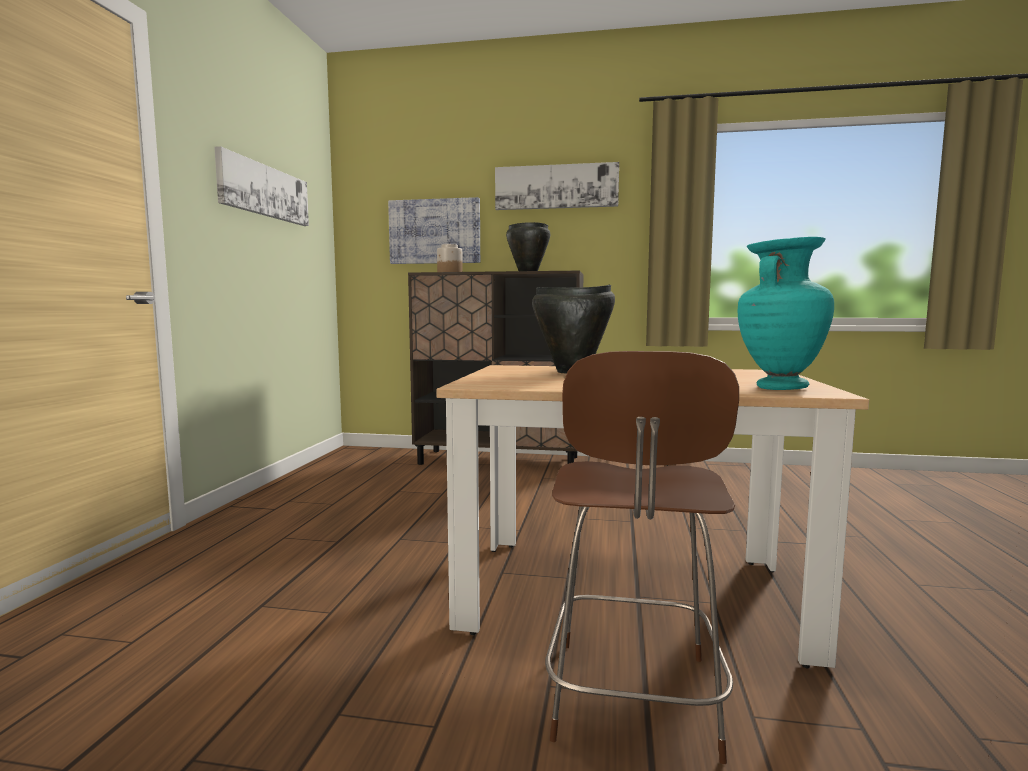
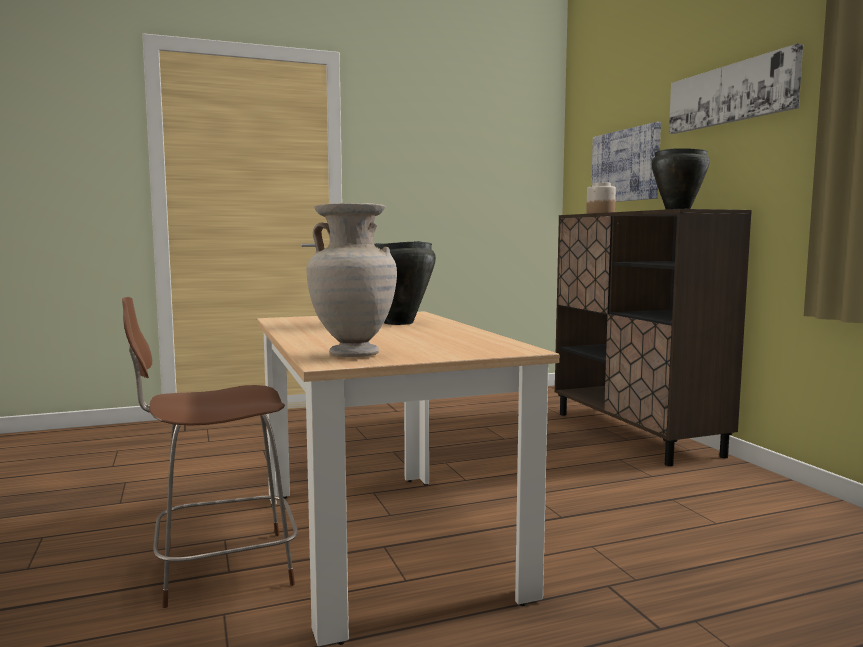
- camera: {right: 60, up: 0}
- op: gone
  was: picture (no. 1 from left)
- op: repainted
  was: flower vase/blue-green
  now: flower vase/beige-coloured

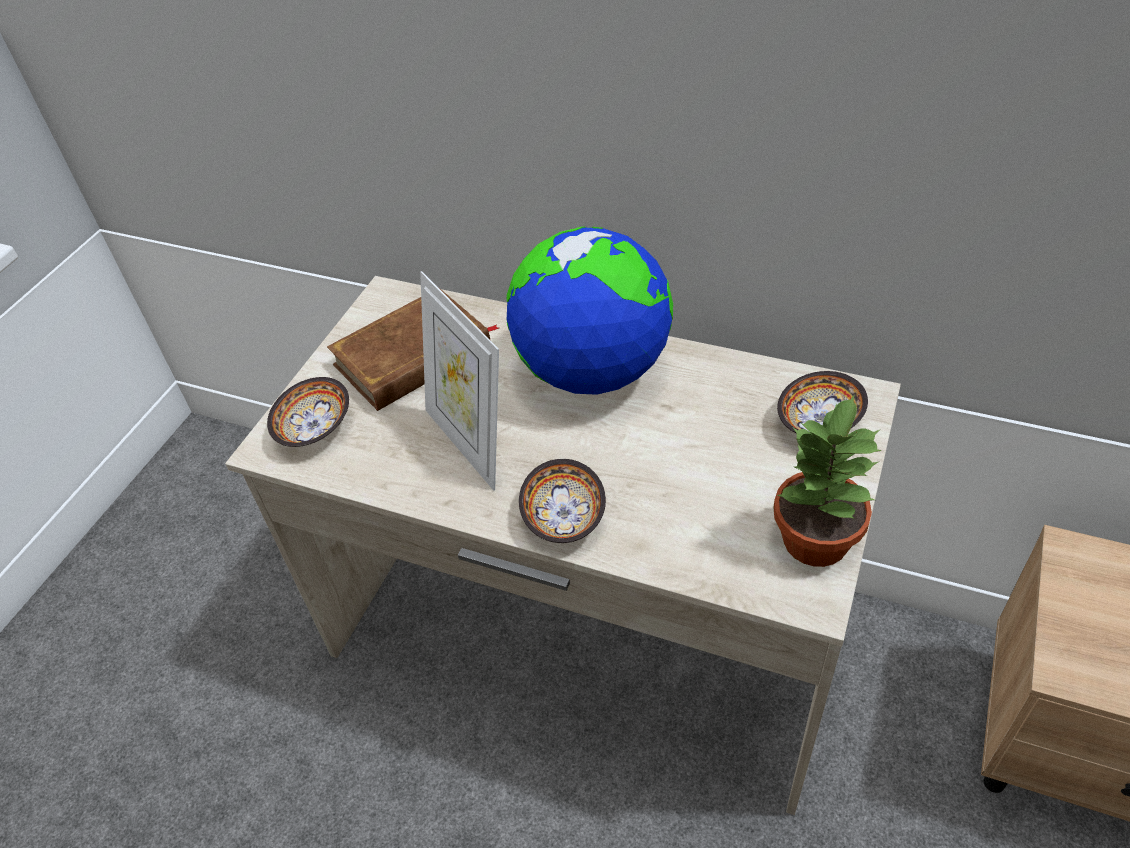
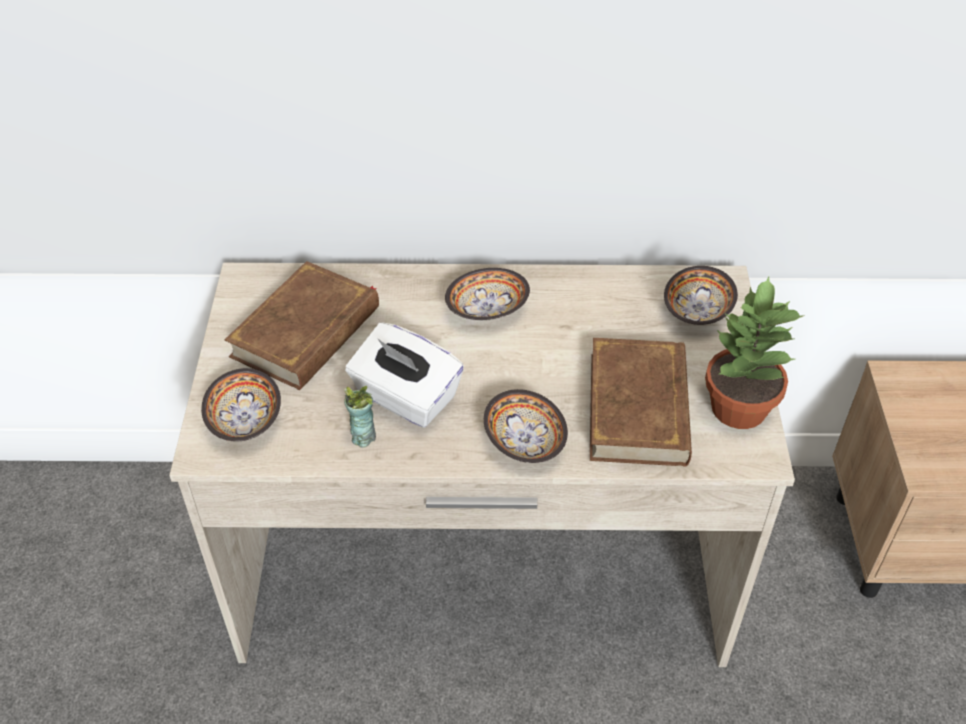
- camera: {right: -25, up: 0}
- op: swapped
  was: desk globe
  now: bowl (no. 2 from left)
- op: swapped
  was: photo frame
  now: tissue holder/white
- op: new
  now: bound book/brownish (no. 2 from left)
- op: new
  now: cup

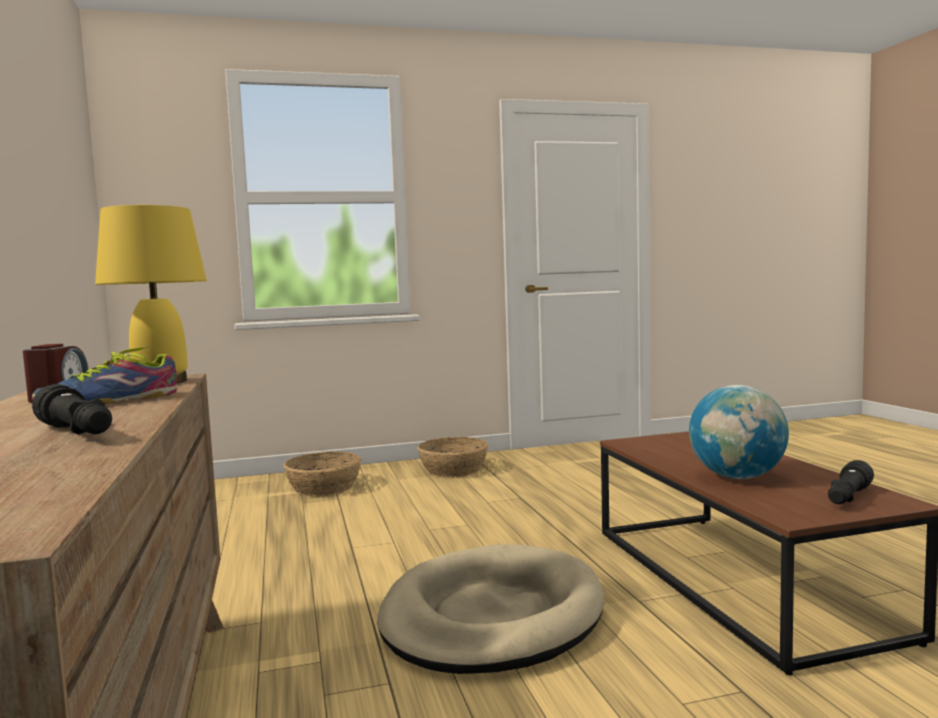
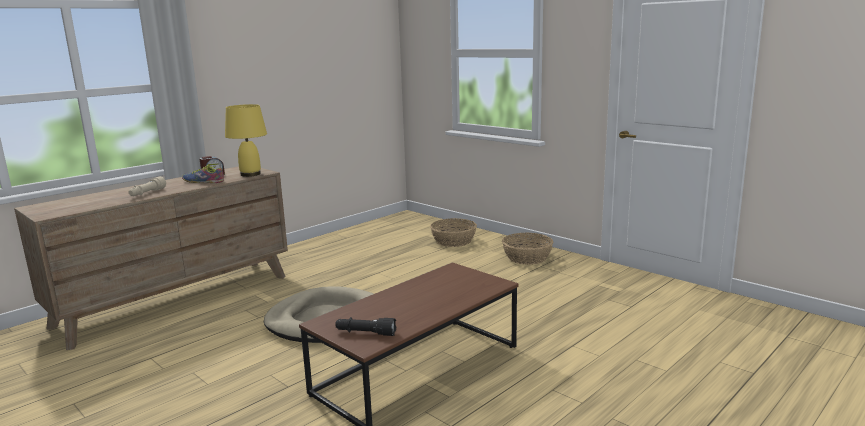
- camera: {right: 60, up: 10}
- op: repainted
  was: hand torch/black-coloured (no. 1 from left)
  now: hand torch/beige-coloured
- op: gone
  was: desk globe

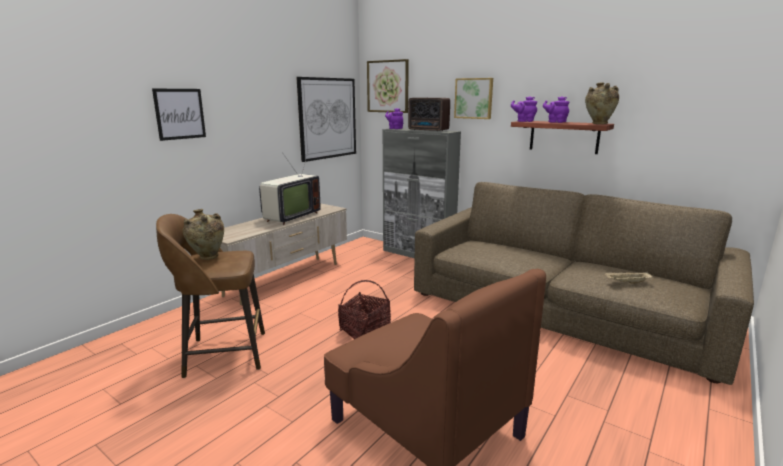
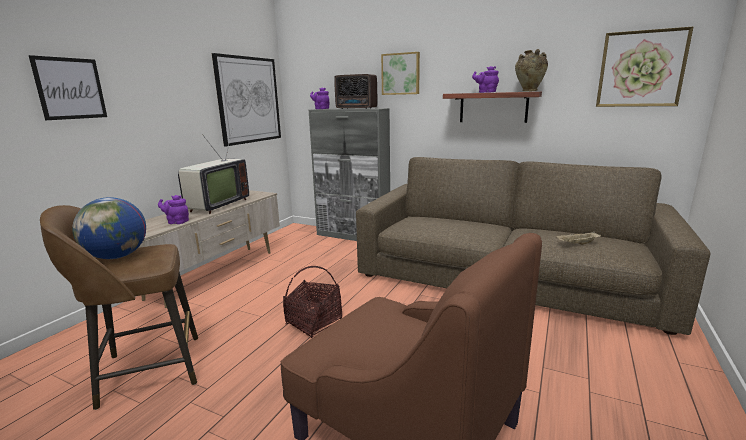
- camera: {right: -10, up: 0}
- op: shifted
  was: picture (no. 3 from left in the first image)
  now: picture (no. 4 from left)
- op: shifted
  was: teapot/purple (no. 2 from left in the first image)
  now: teapot/purple (no. 1 from left)
- op: swapped
  was: flower vase/beige-coloured (no. 1 from left)
  now: desk globe

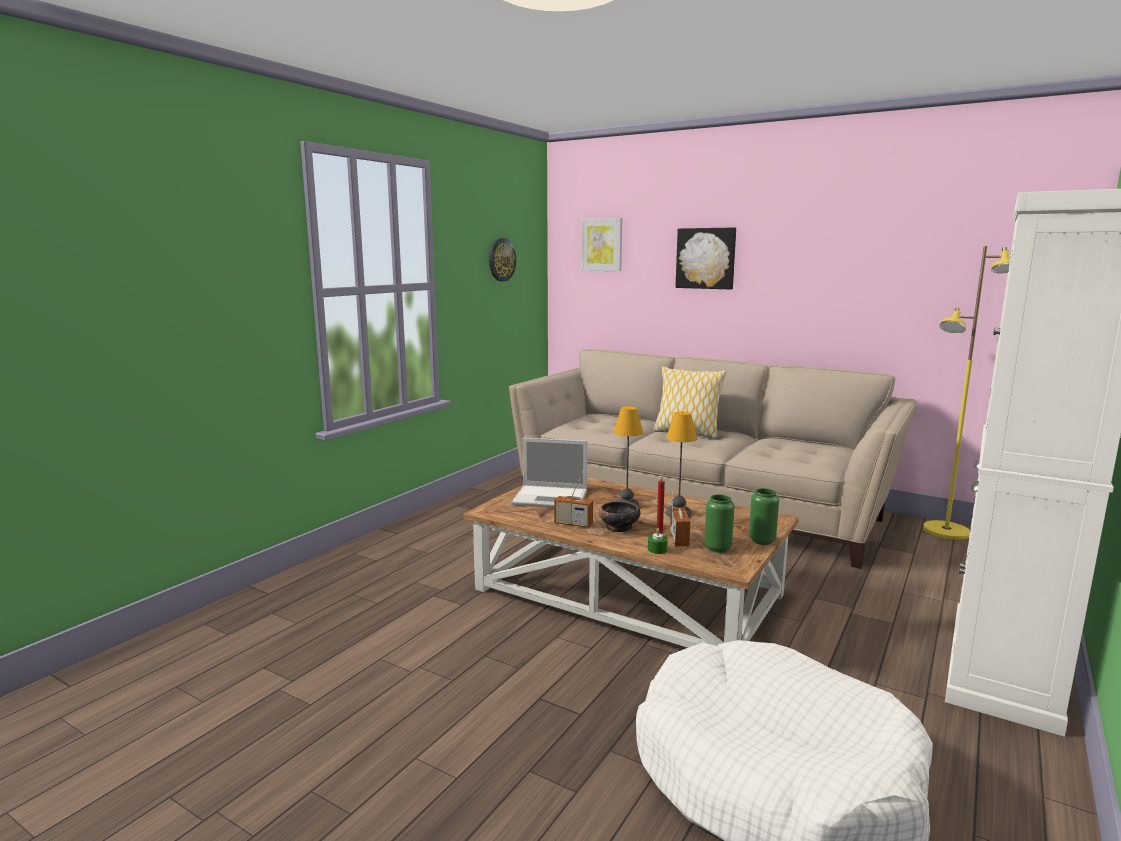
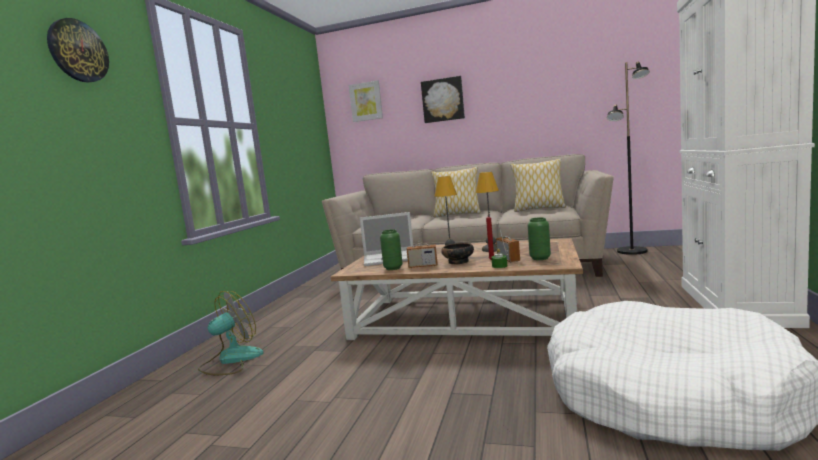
- camera: {right: -15, up: -5}
- op: shifted
  was: hanging clock
- op: repainted
  was: standard lamp/yellowish
  now: standard lamp/black-coloured
- op: shifted
  was: flower vase/greenish (no. 2 from left in the first image)
  now: flower vase/greenish (no. 1 from left)
- op: new
  now: throw pillow (no. 2 from left)
- op: new
  now: fan

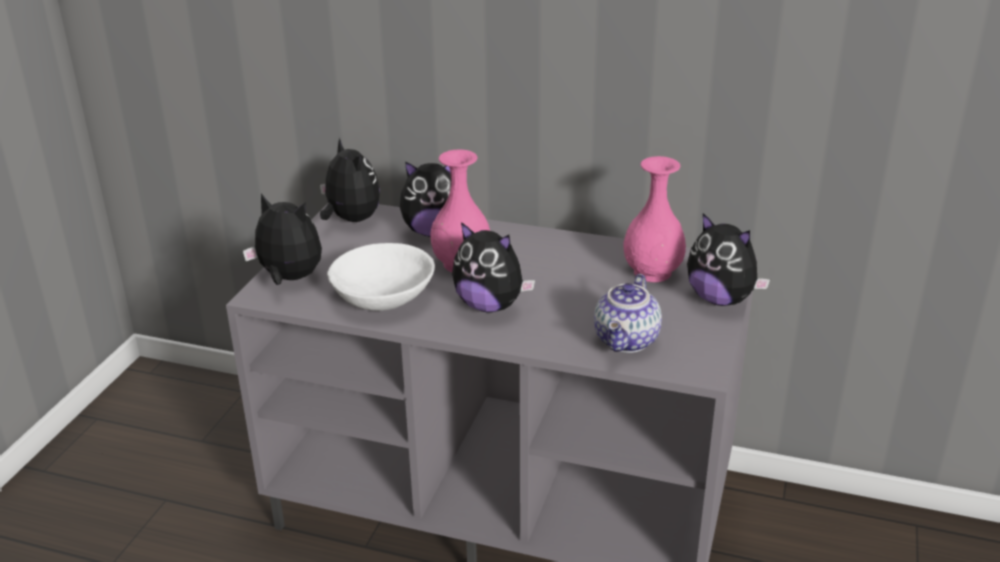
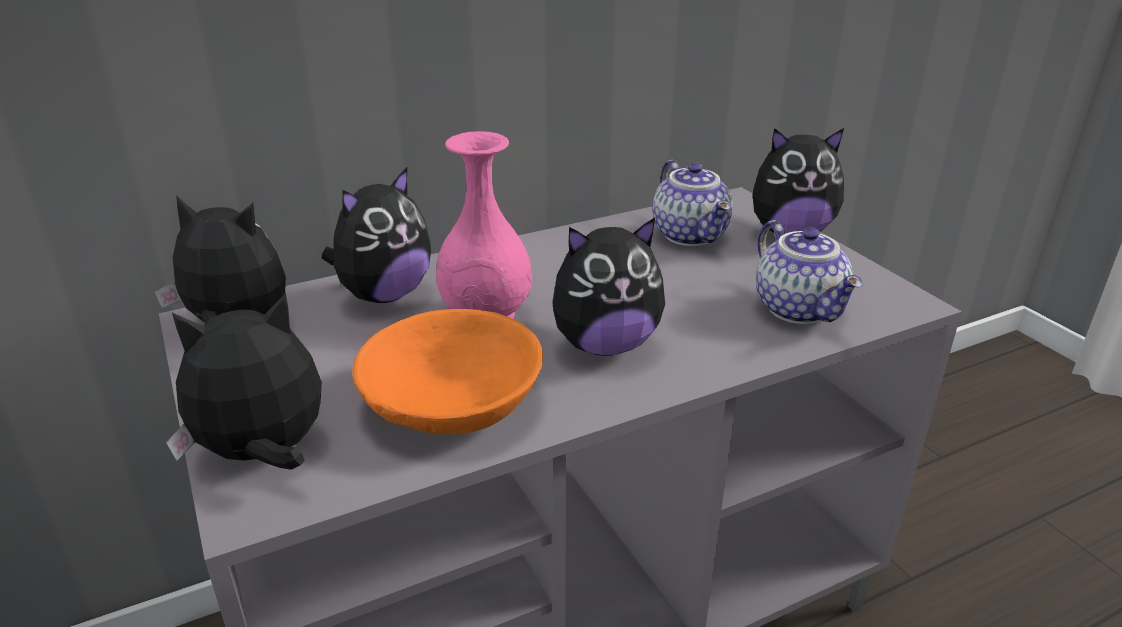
- camera: {right: -45, up: 0}
- op: swapped
  was: flower vase/pinkish (no. 2 from left)
  now: teapot (no. 1 from left)
- op: repainted
  was: bowl/white
  now: bowl/orangey

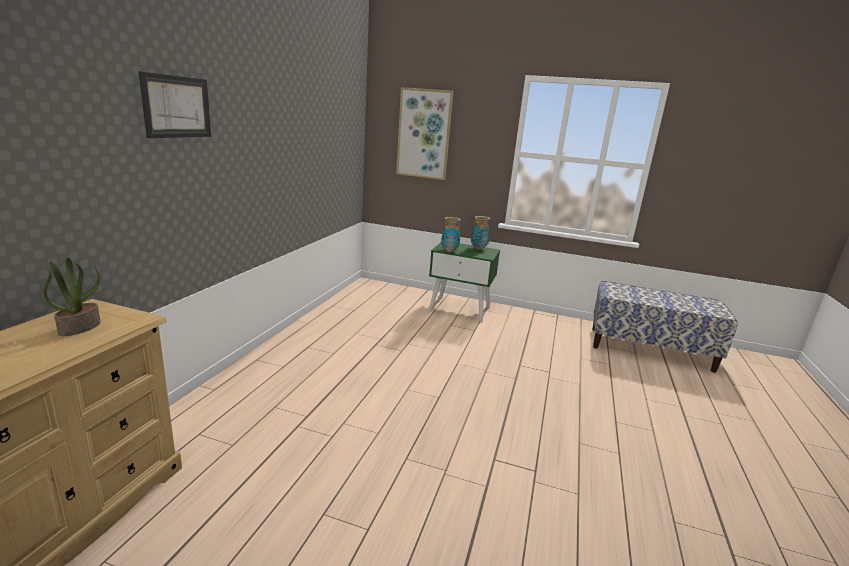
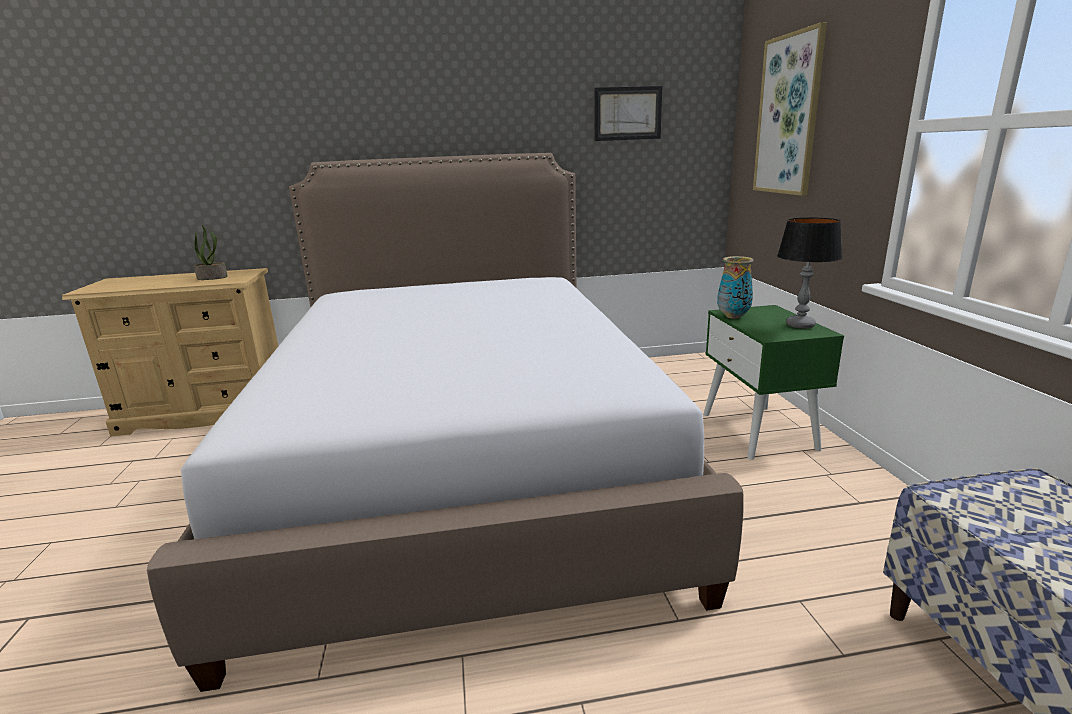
- camera: {right: 65, up: 0}
- op: shifted
  was: picture (no. 1 from left)
- op: swapped
  was: flower vase (no. 2 from left)
  now: tabletop lamp
- op: new
  now: bedroom bed

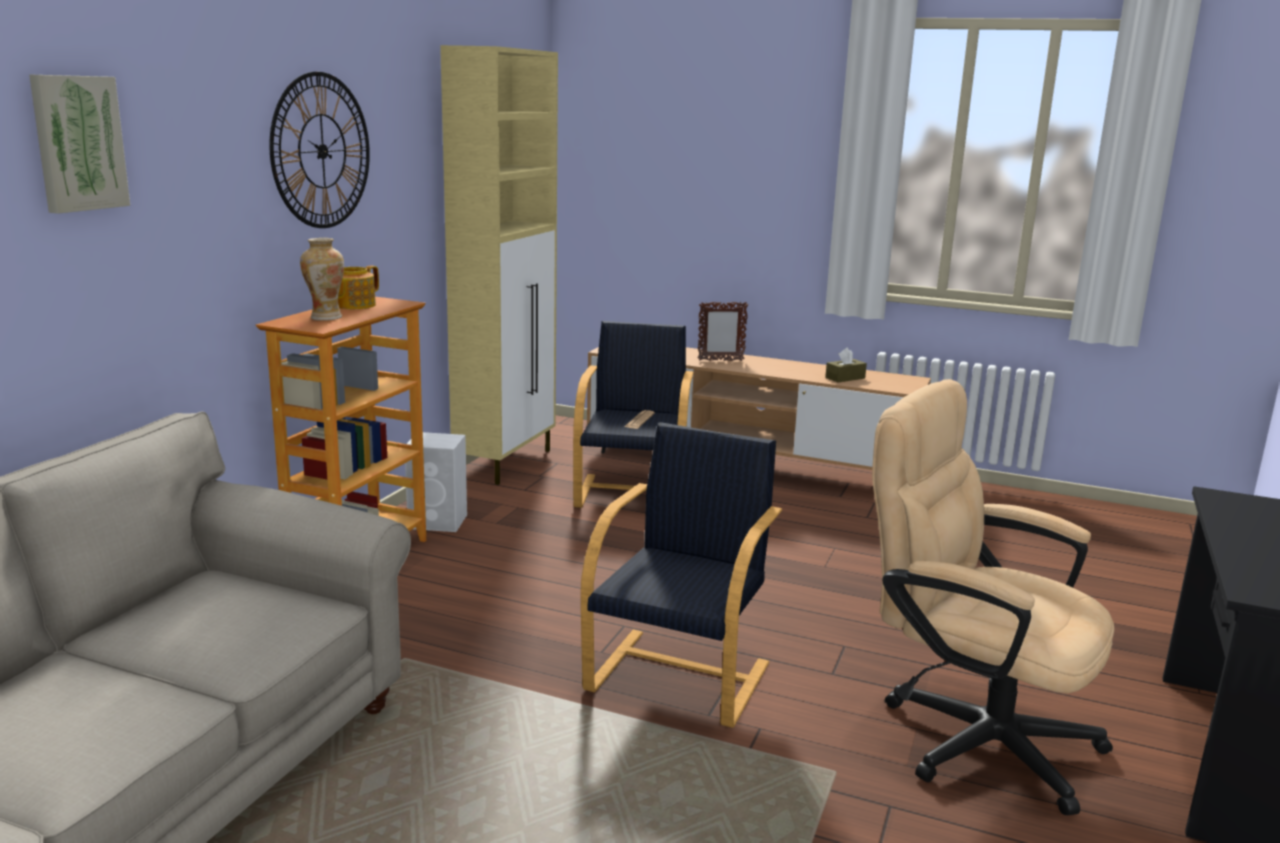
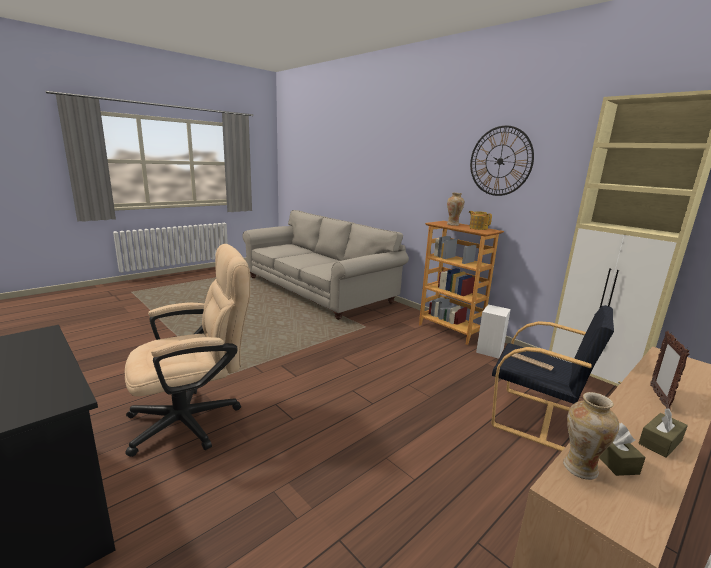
- camera: {right: 115, up: 0}
- op: gone
  was: picture
- op: gone
  was: easy chair/black-coloured (no. 2 from left)
- op: new
  now: flower vase (no. 2 from left)
- op: new
  now: tissue holder/brownish (no. 2 from left)

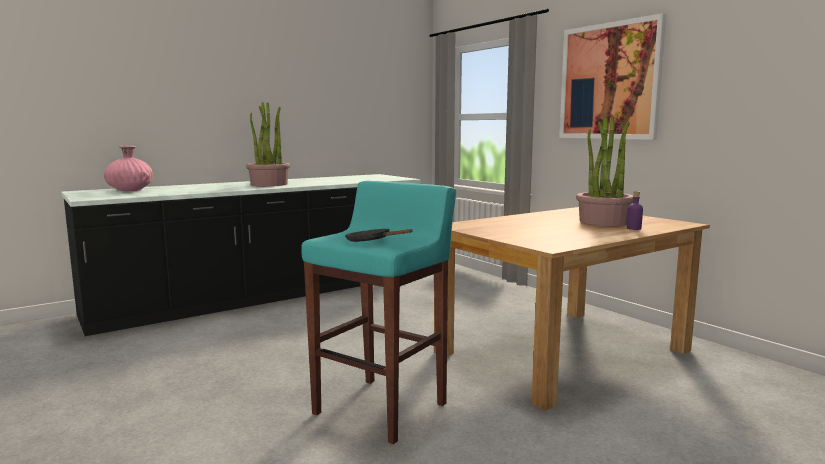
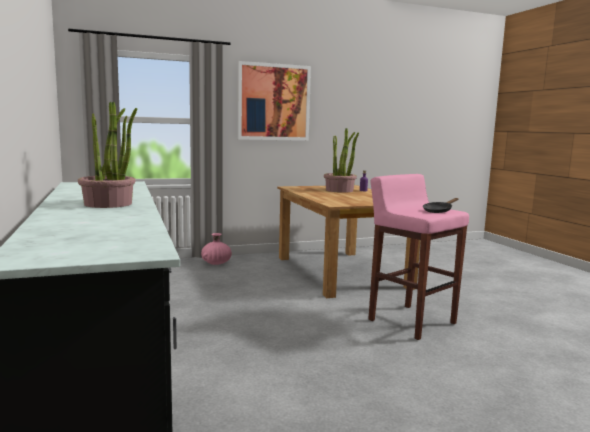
- camera: {right: -75, up: 0}
- op: shifted
  was: flower vase/pinkish
- op: repainted
  was: stool/blue-green
  now: stool/pinkish

